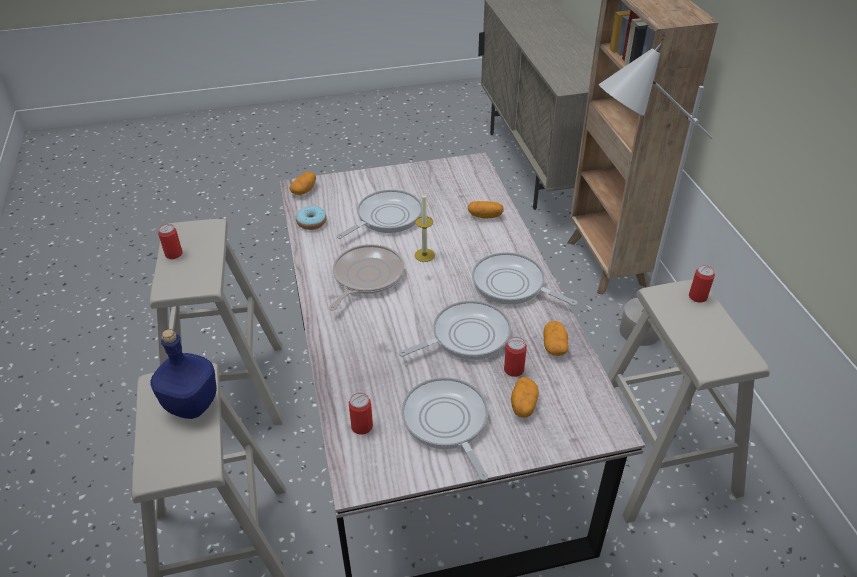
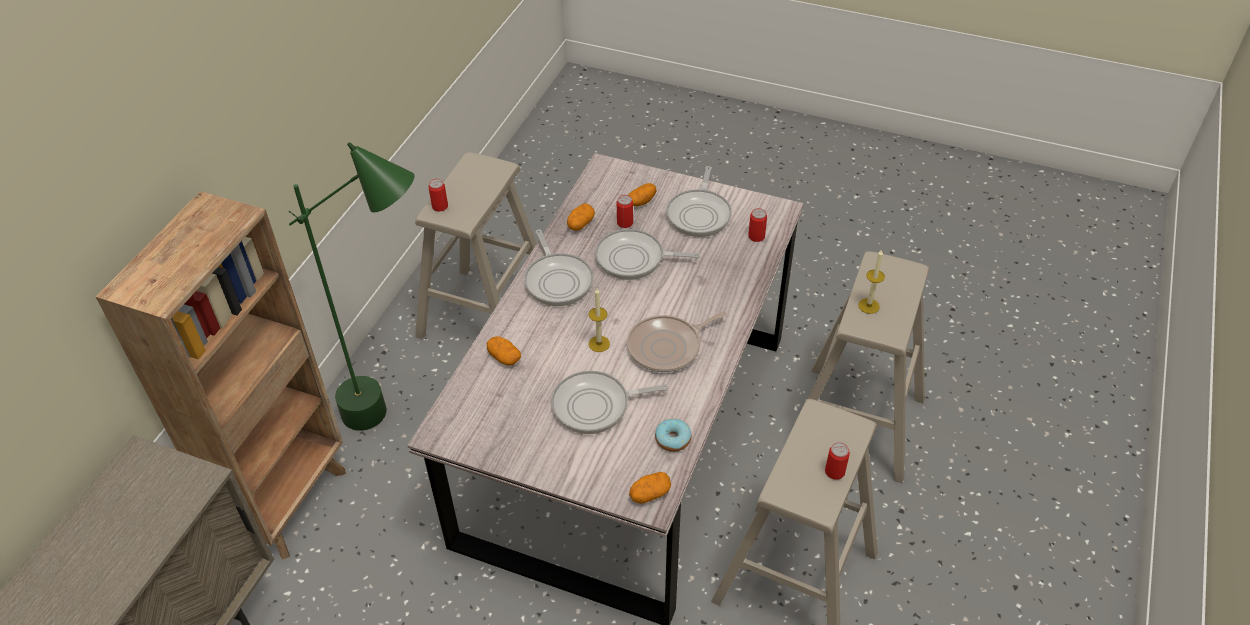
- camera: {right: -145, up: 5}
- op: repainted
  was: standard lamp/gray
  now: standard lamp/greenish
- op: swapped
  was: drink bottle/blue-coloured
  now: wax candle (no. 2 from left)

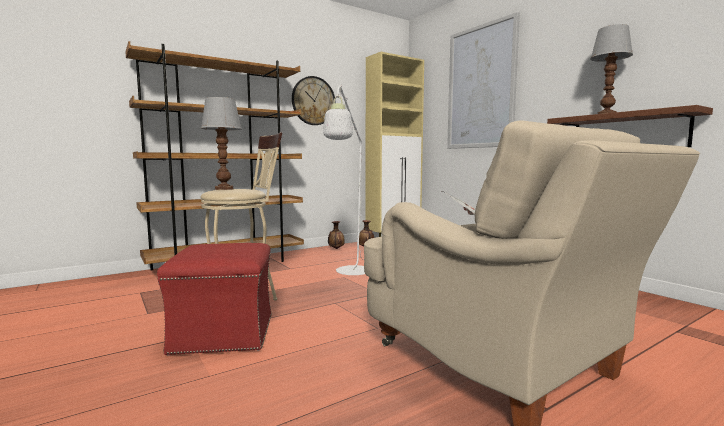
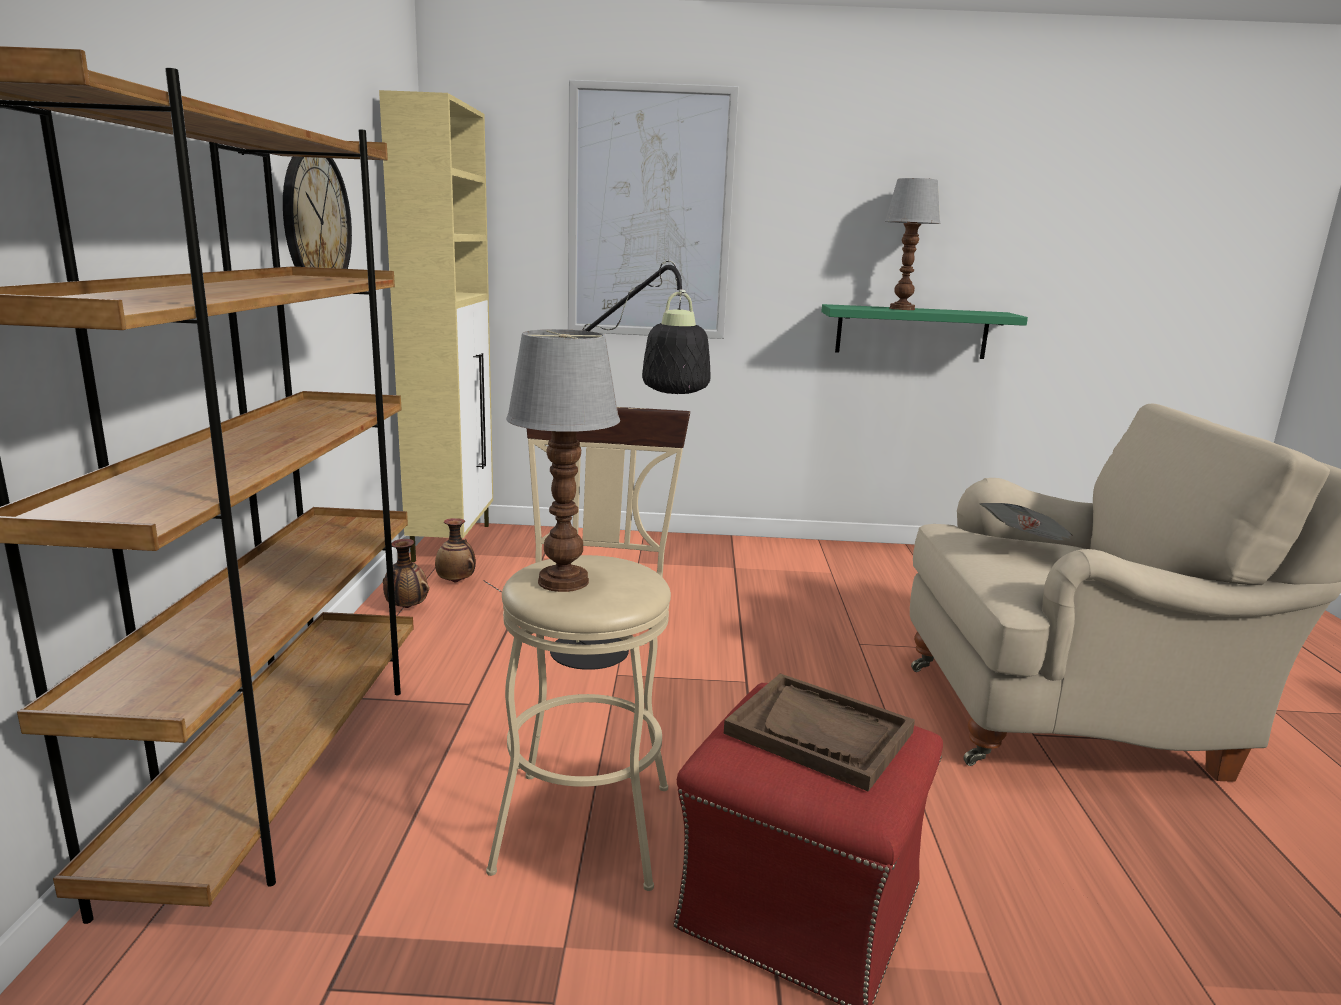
- camera: {right: -55, up: 10}
- op: repainted
  was: standard lamp/white
  now: standard lamp/black-coloured
- op: repainted
  was: shelf/brownish
  now: shelf/greenish
- op: new
  now: carrying tray/brownish

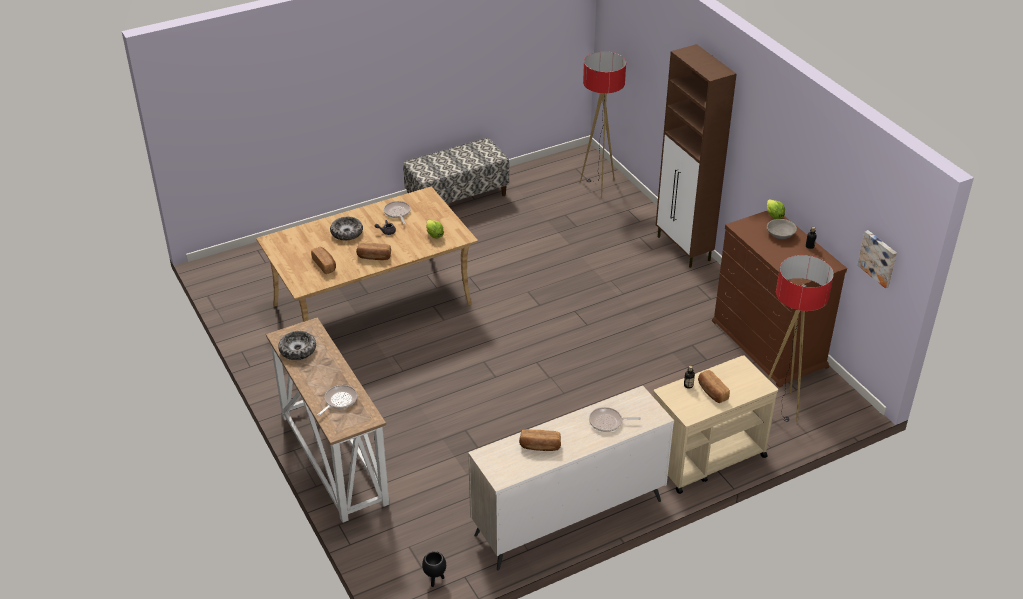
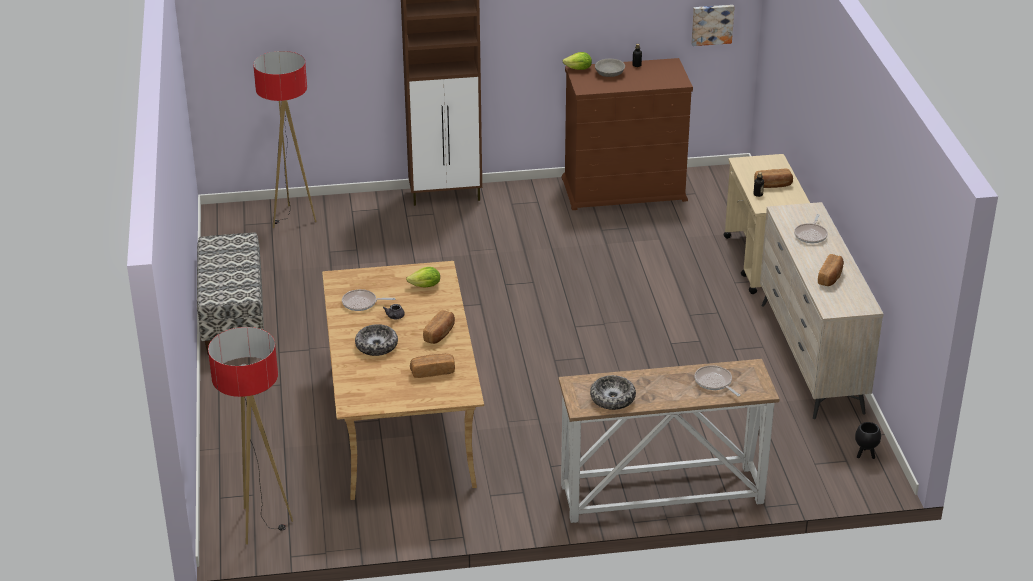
- camera: {right: -70, up: -5}
- op: shifted
  was: standard lamp (no. 2 from left in the first image)
  now: standard lamp (no. 1 from left)

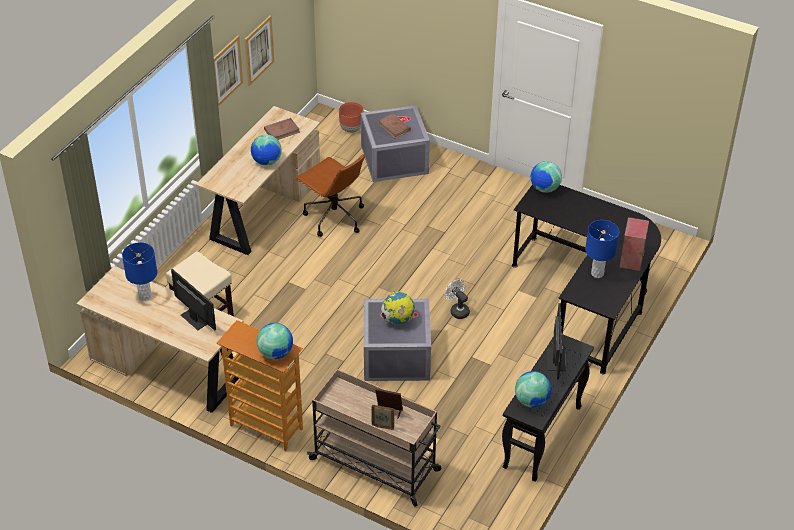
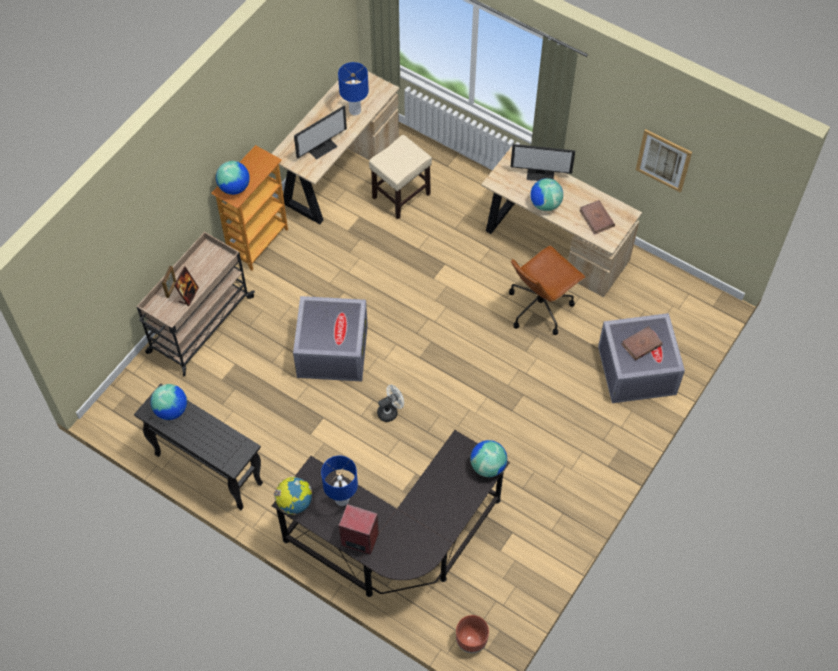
- camera: {right: 95, up: 15}
- op: gone
  was: picture (no. 1 from left)
- op: shifted
  was: planter/brownish
- op: shifted
  was: desk globe (no. 3 from left)
- op: shifted
  was: monitor (no. 2 from left)

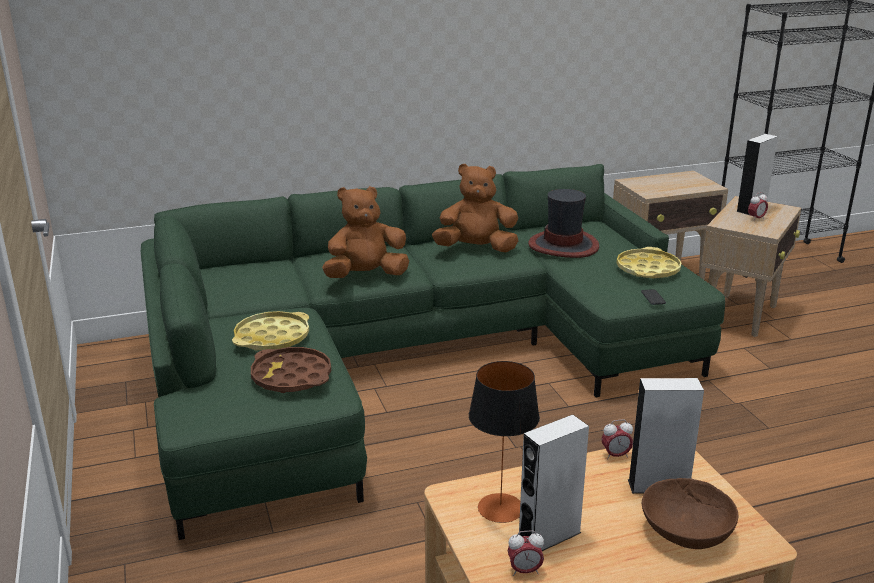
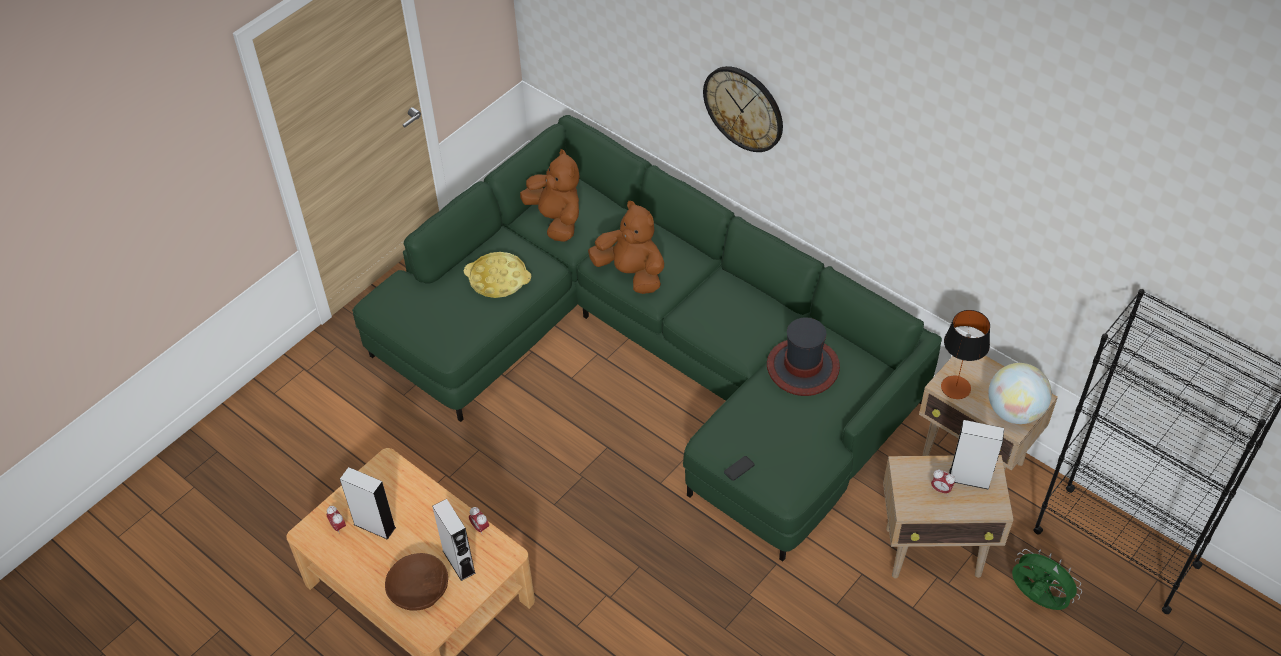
- camera: {right: 60, up: 25}
- op: shifted
  was: soft toy/brownish (no. 2 from left in the first image)
  now: soft toy/brownish (no. 1 from left)
- op: gone
  was: carrying tray/yellowish (no. 2 from left)
- op: gone
  was: carrying tray/brownish
- op: shifted
  was: tabletop lamp
- op: new
  now: hanging clock
- op: new
  now: desk globe
- op: new
  now: fan/greenish

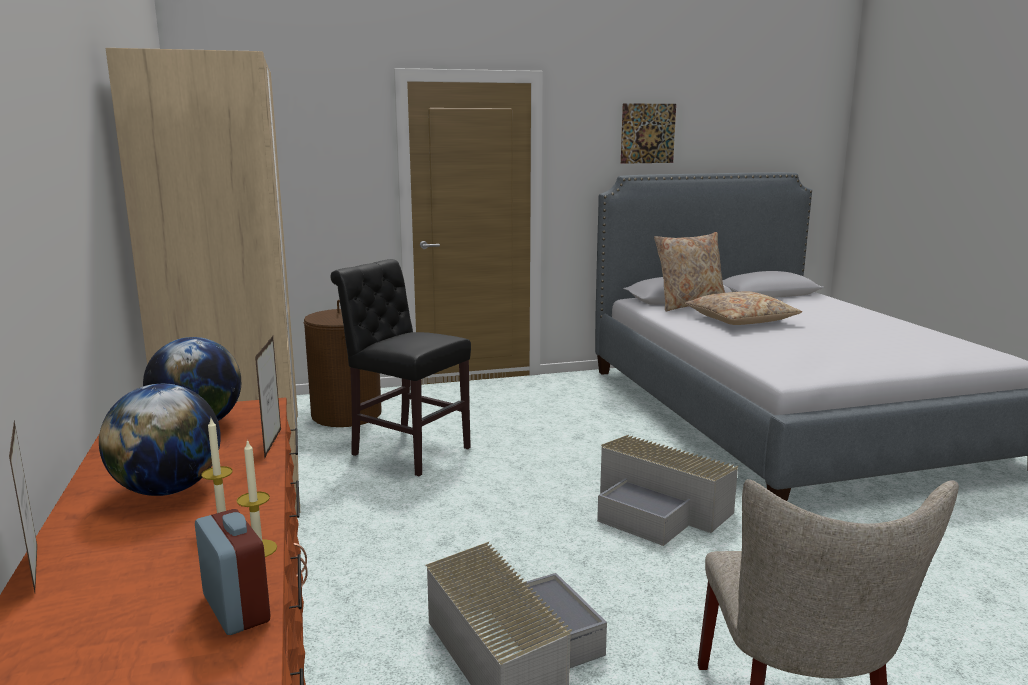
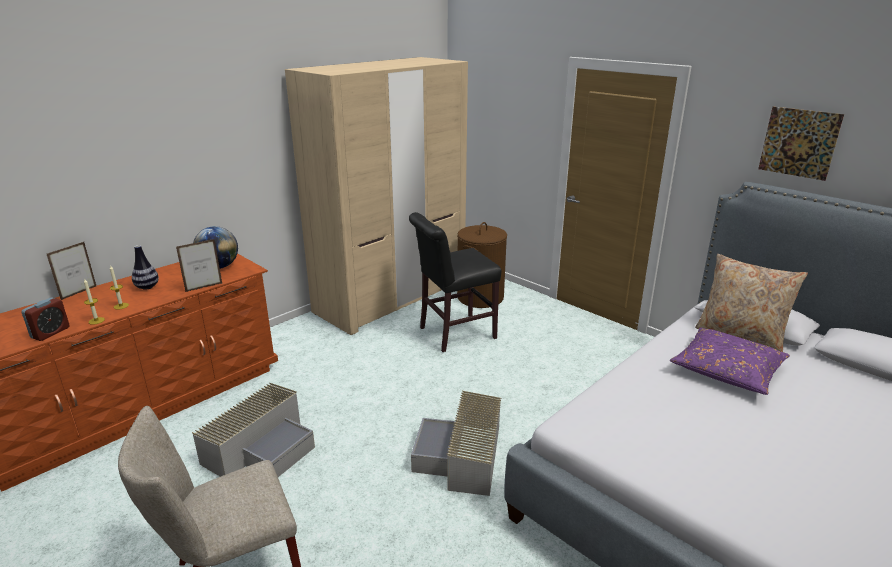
- camera: {right: 60, up: 10}
- op: rotated
  was: upright chair/black-coloured
  clockwise: -120
- op: repainted
  was: throw pillow/beige-coloured (no. 2 from left)
  now: throw pillow/purple
- op: swapped
  was: desk globe (no. 1 from left)
  now: flower vase

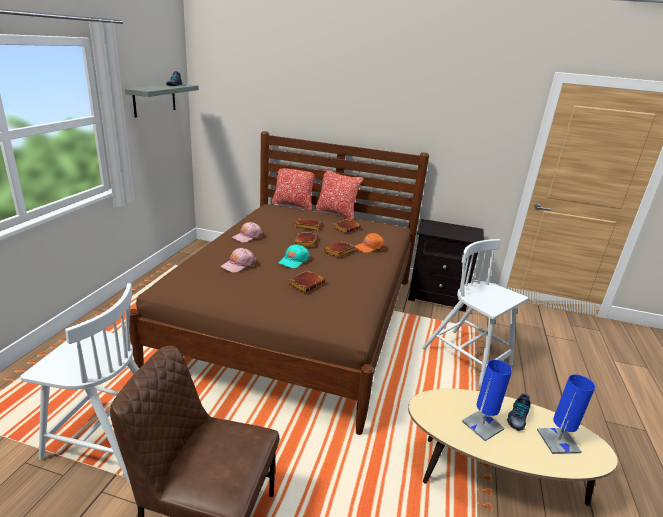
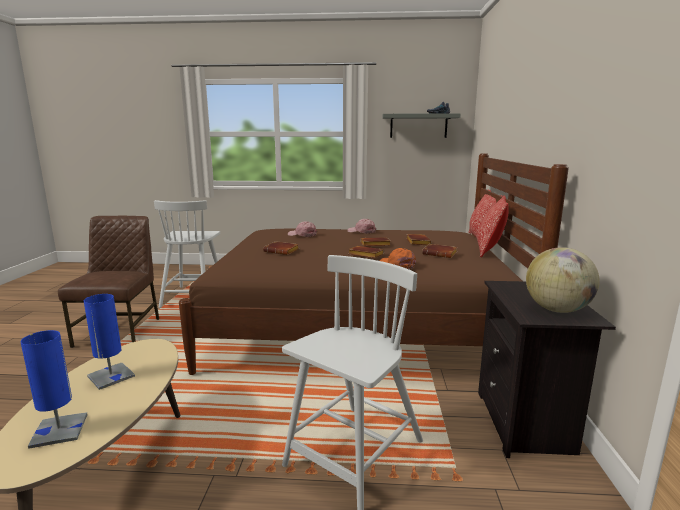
- camera: {right: 80, up: -10}
- op: gone
  was: peaked cap/blue-green
- op: gone
  was: shoe (no. 2 from left)
- op: new
  now: desk globe

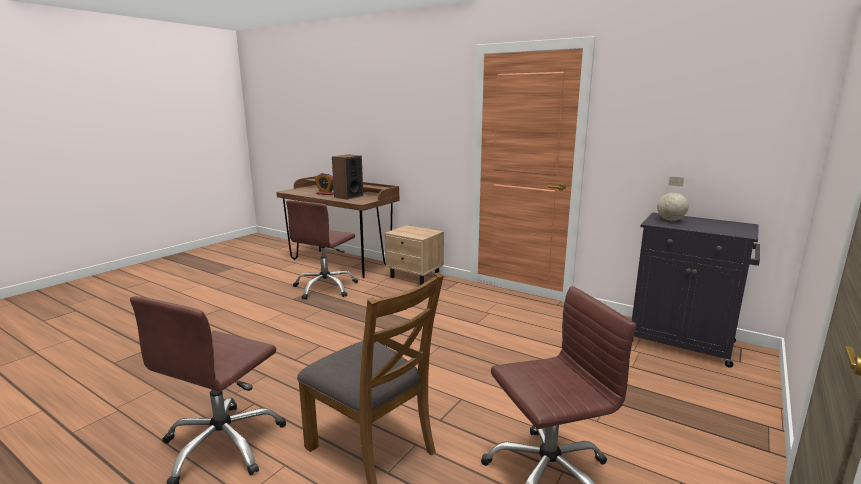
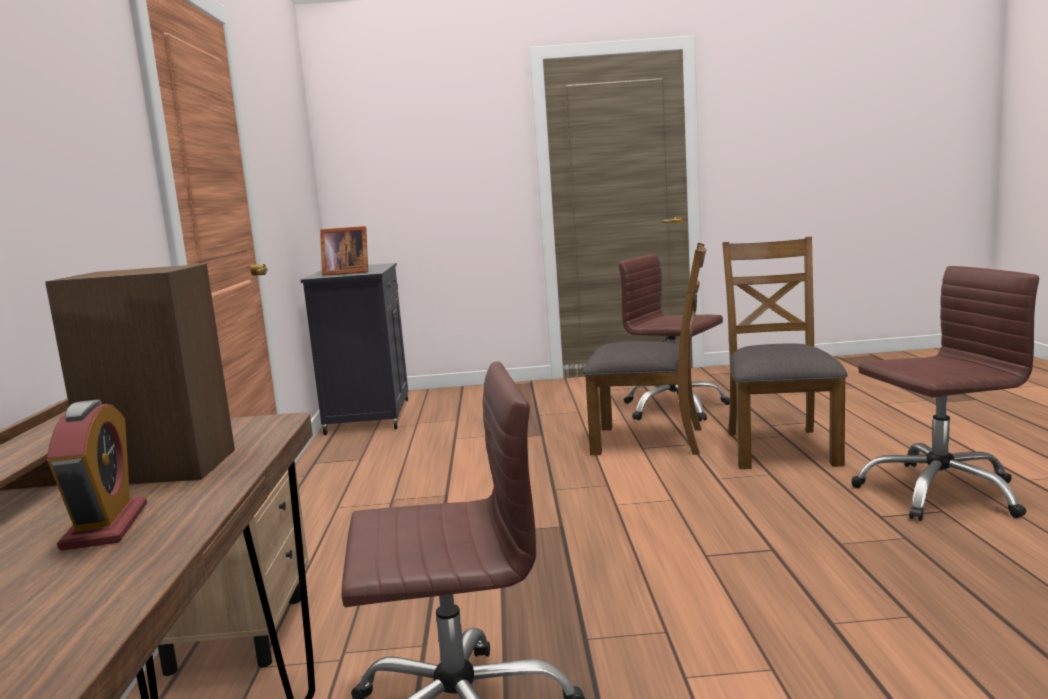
- camera: {right: -125, up: -5}
- op: swapped
  was: desk globe
  now: photo frame
- op: new
  now: upright chair/brownish (no. 1 from left)

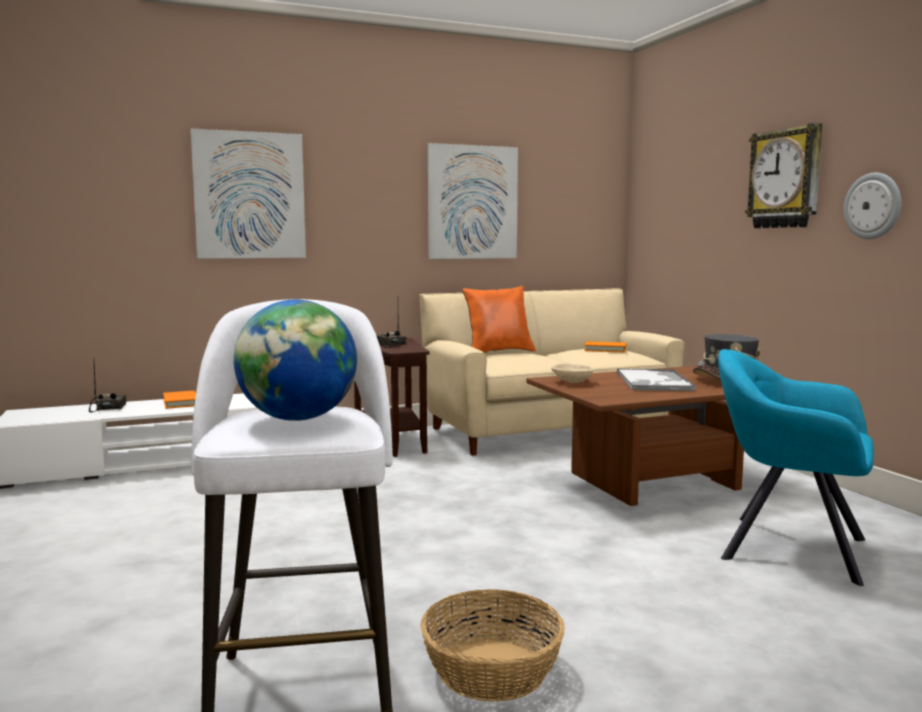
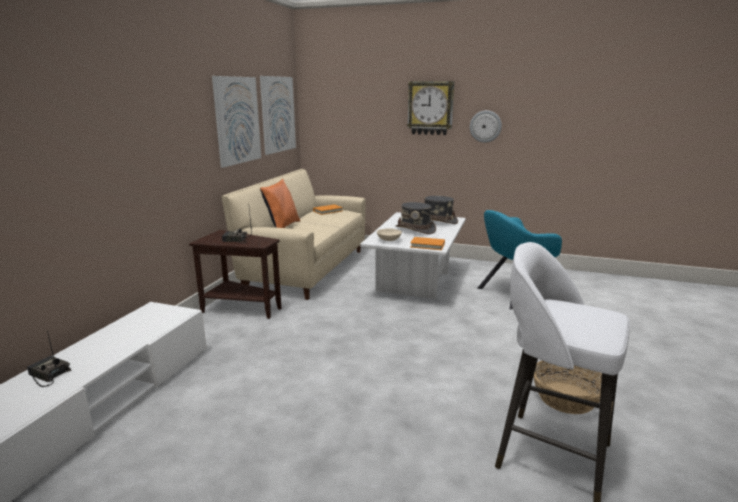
- camera: {right: -50, up: 10}
- op: shifted
  was: picture (no. 1 from left in the first image)
  now: picture (no. 2 from left)
- op: gone
  was: desk globe
- op: repainted
  was: low table/brownish
  now: low table/white
- op: swapped
  was: carrying tray
  now: hat/gray (no. 1 from left)
- op: shifted
  was: bound book/orangey (no. 1 from left in the first image)
  now: bound book/orangey (no. 2 from left)

